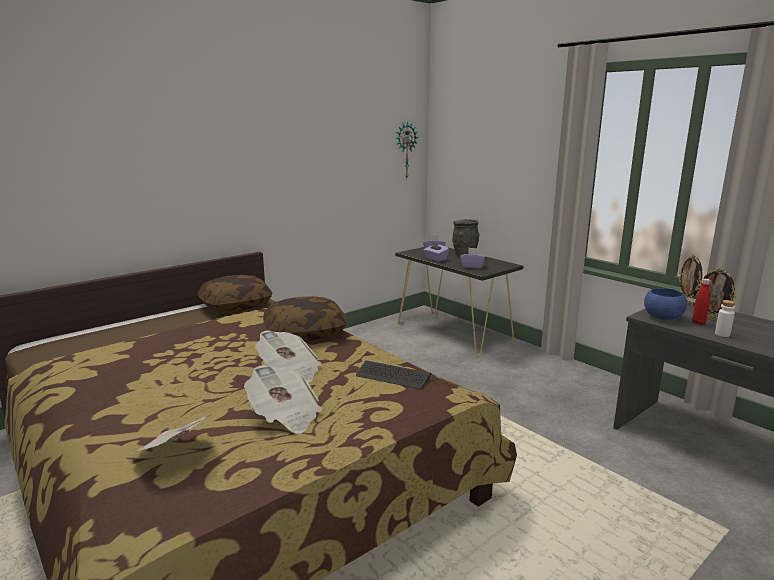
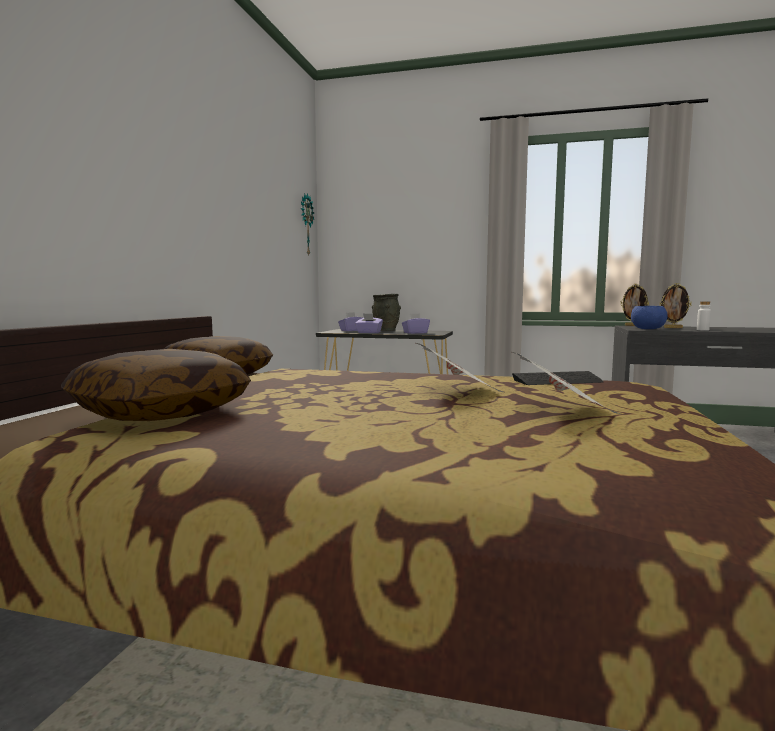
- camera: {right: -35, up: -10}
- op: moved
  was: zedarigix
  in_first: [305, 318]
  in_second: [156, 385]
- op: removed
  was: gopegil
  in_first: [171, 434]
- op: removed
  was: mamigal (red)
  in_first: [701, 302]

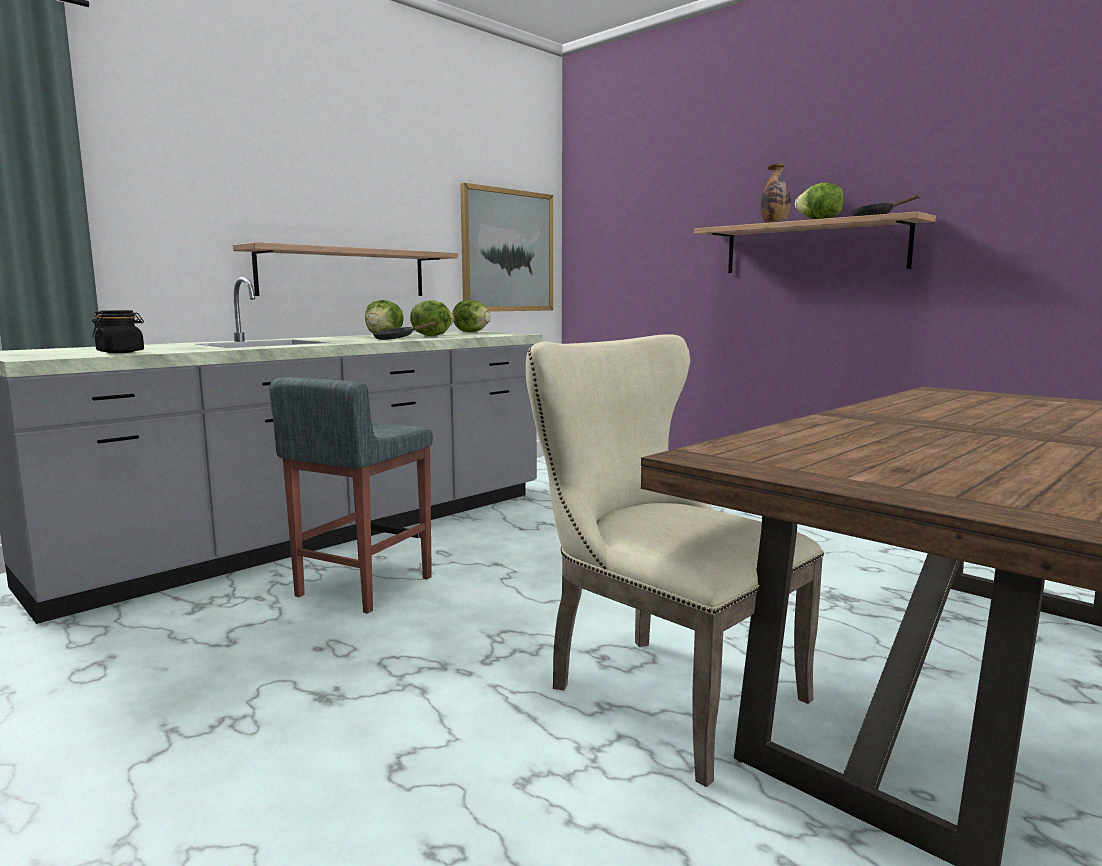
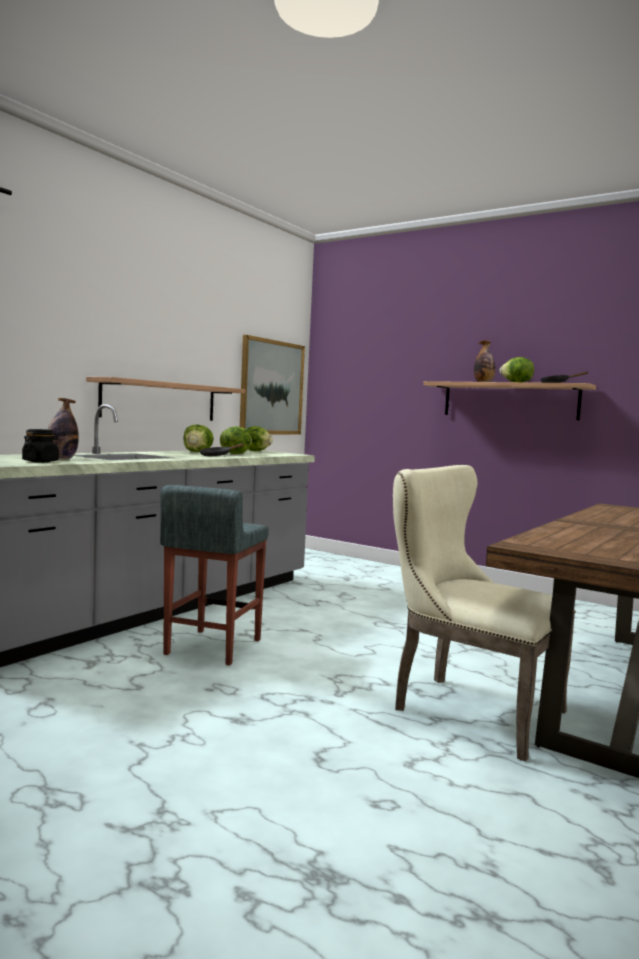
- camera: {right: -10, up: -5}
- op: added
  now: mamigal
  in_second: [63, 428]

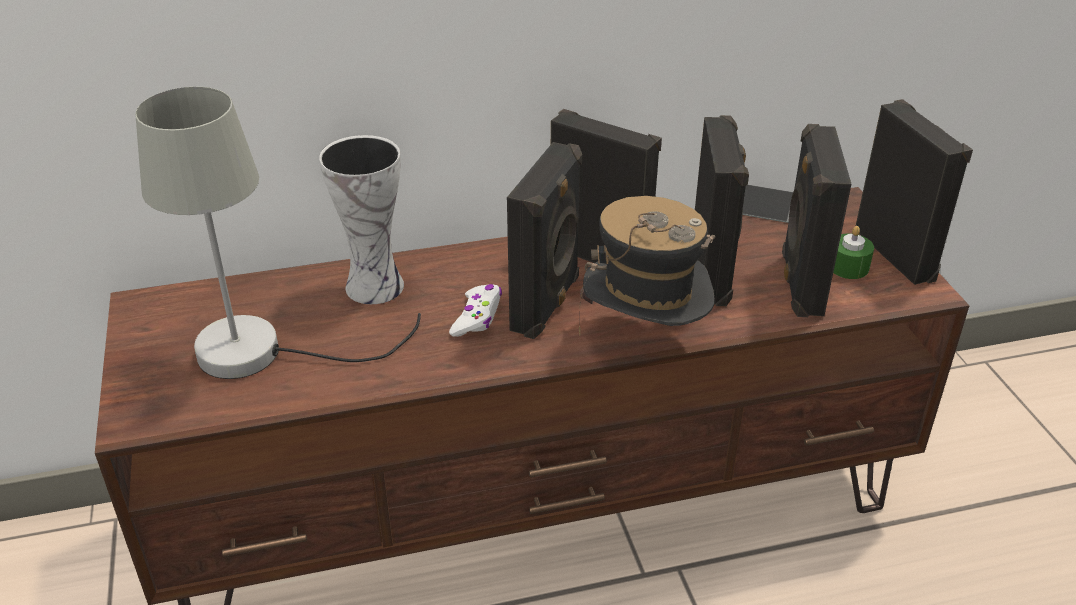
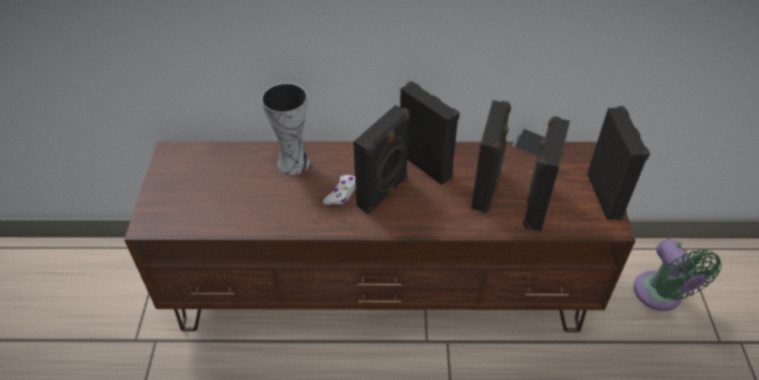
- camera: {right: 15, up: 10}
- op: added
  now: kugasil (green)
  in_second: [677, 275]
- op: removed
  was: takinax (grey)
  in_first: [278, 233]
- op: removed
  was: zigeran
  in_first: [647, 266]
- op: removed
  was: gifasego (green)
  in_first: [853, 252]

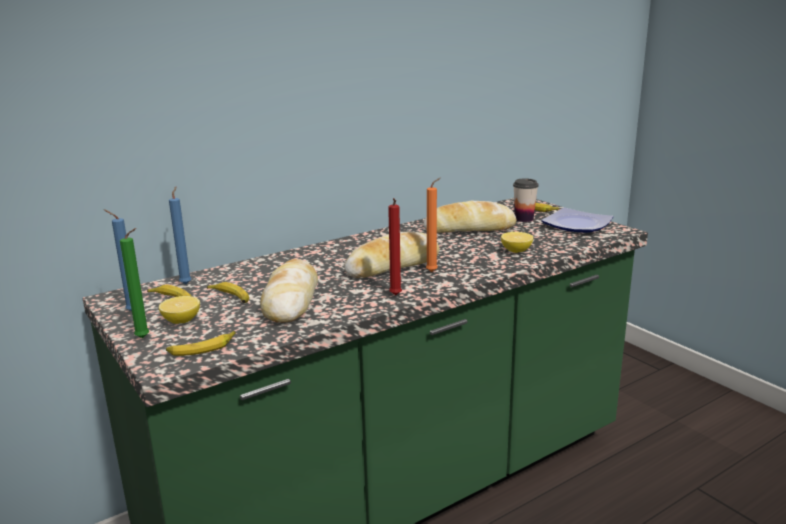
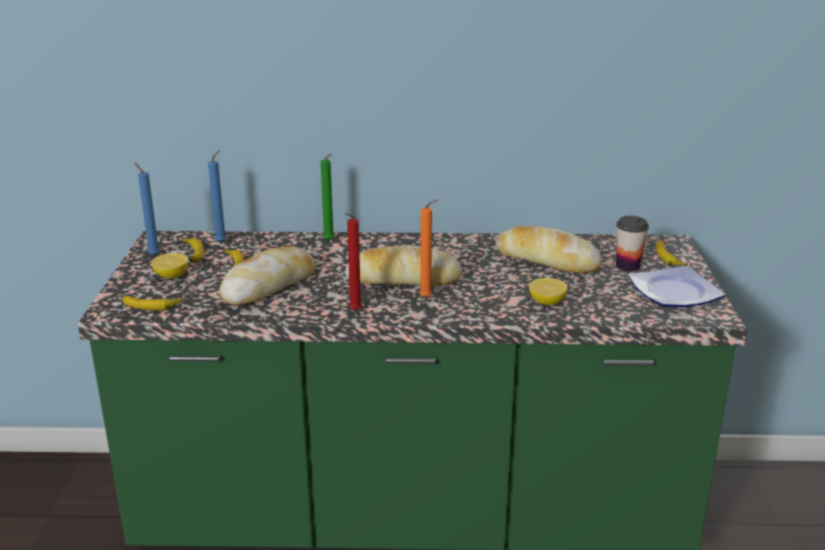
- camera: {right: 35, up: 5}
- op: moved
  was: gifasego (green)
  in_first: [135, 283]
  in_second: [328, 197]

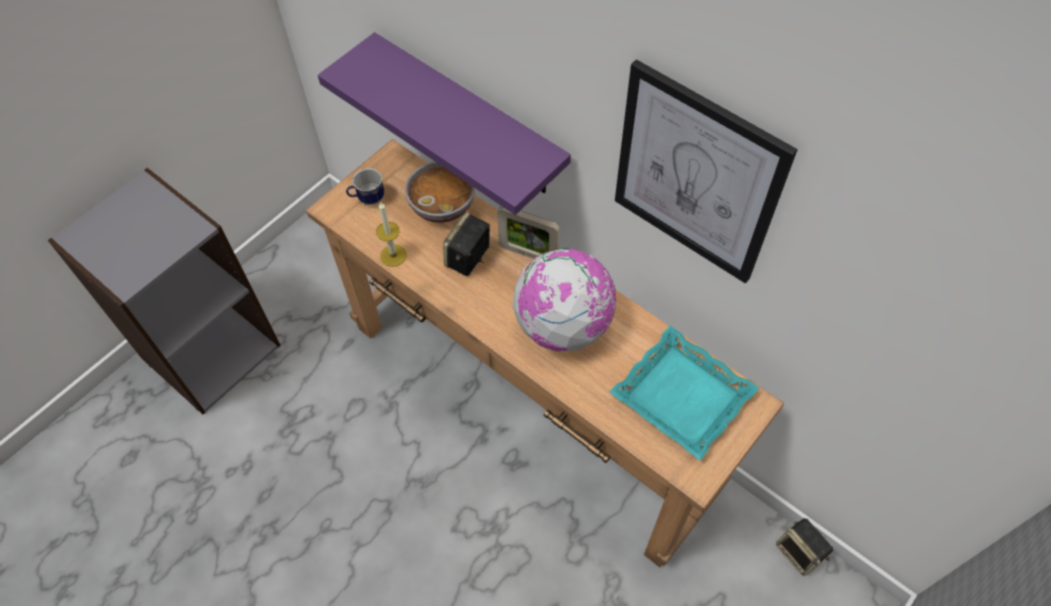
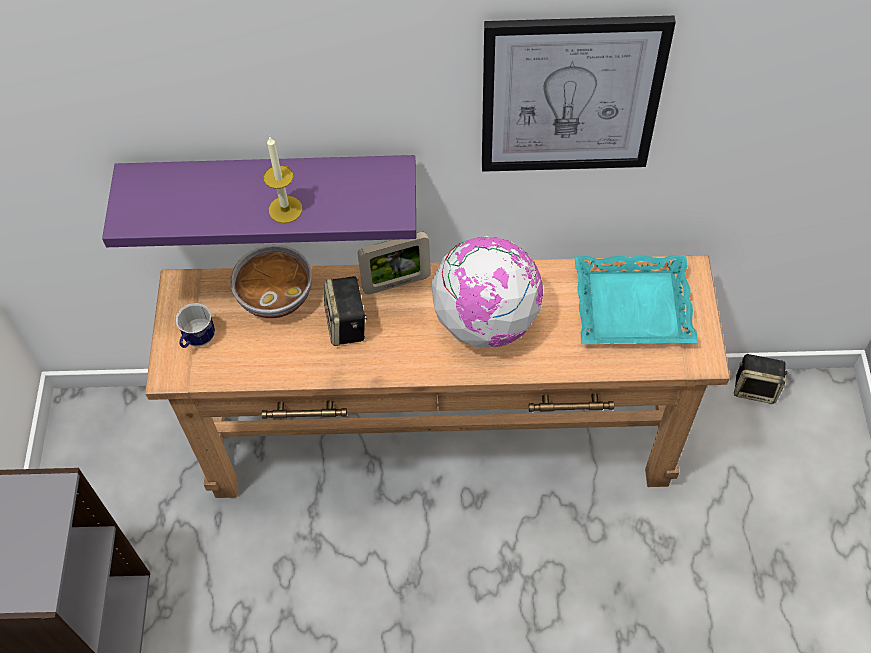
- camera: {right: -40, up: 0}
- op: moved
  was: gifasego
  in_first: [391, 234]
  in_second: [282, 179]

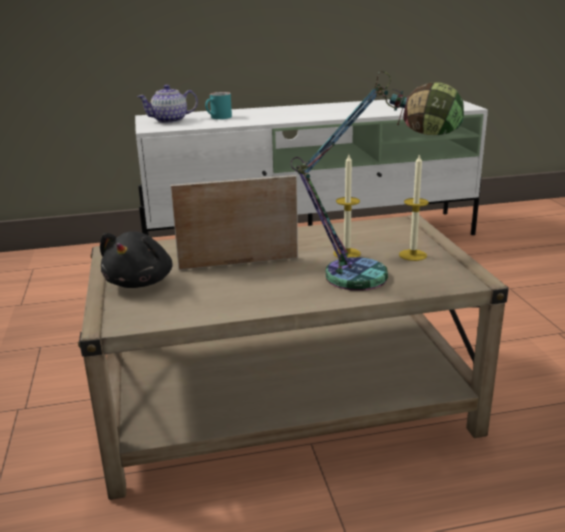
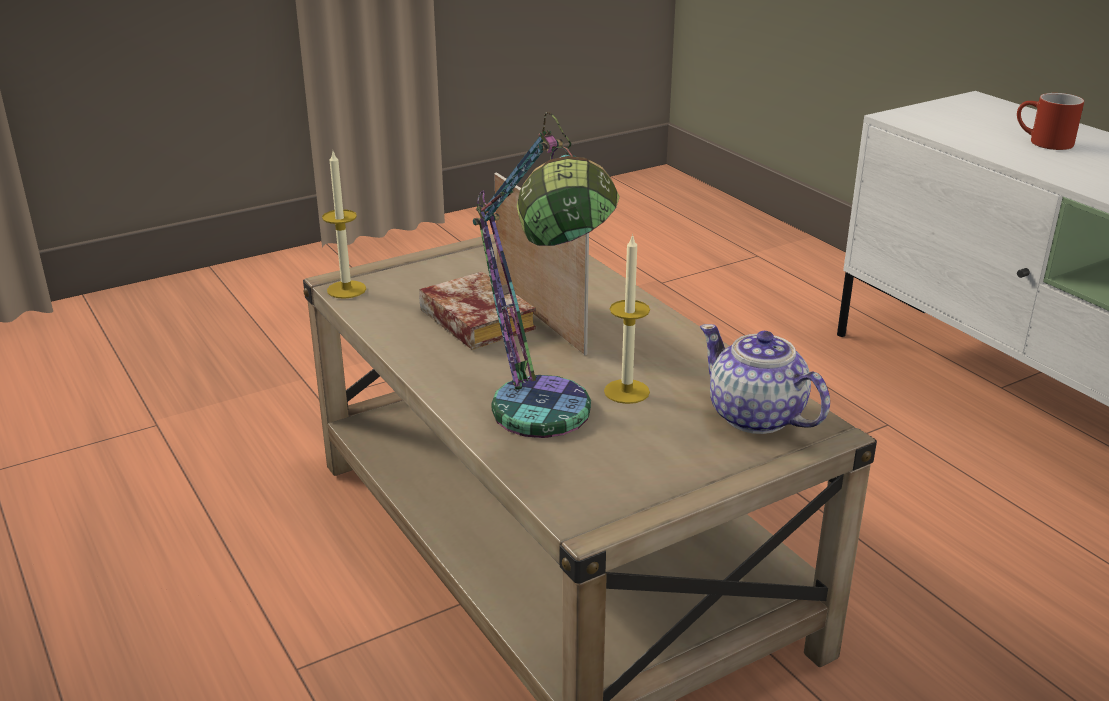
- camera: {right: 70, up: 5}
- op: moved
  was: gifasego
  in_first: [414, 207]
  in_second: [344, 225]
- op: added
  now: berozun
  in_second: [477, 311]
- op: moved
  was: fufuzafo
  in_first: [167, 104]
  in_second: [765, 379]
- op: recoloured
  was: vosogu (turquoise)
  now: vosogu (red)
  in_first: [218, 105]
  in_second: [1050, 121]
- op: removed
  was: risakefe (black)
  in_first: [136, 259]

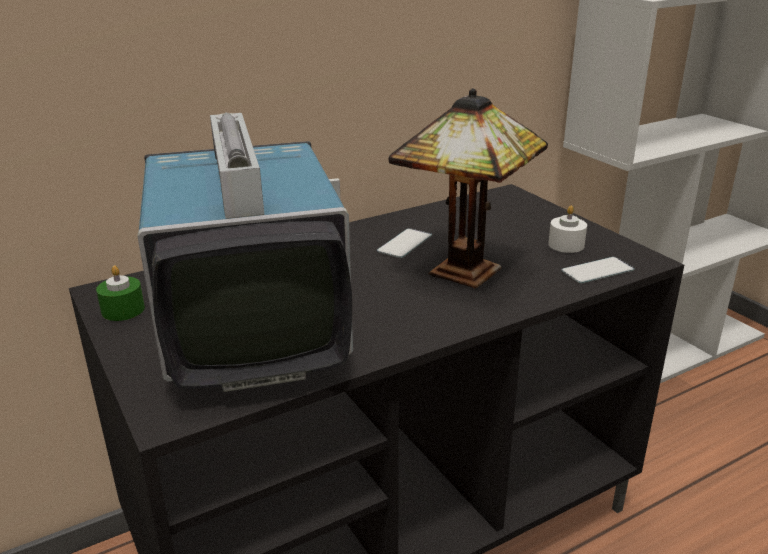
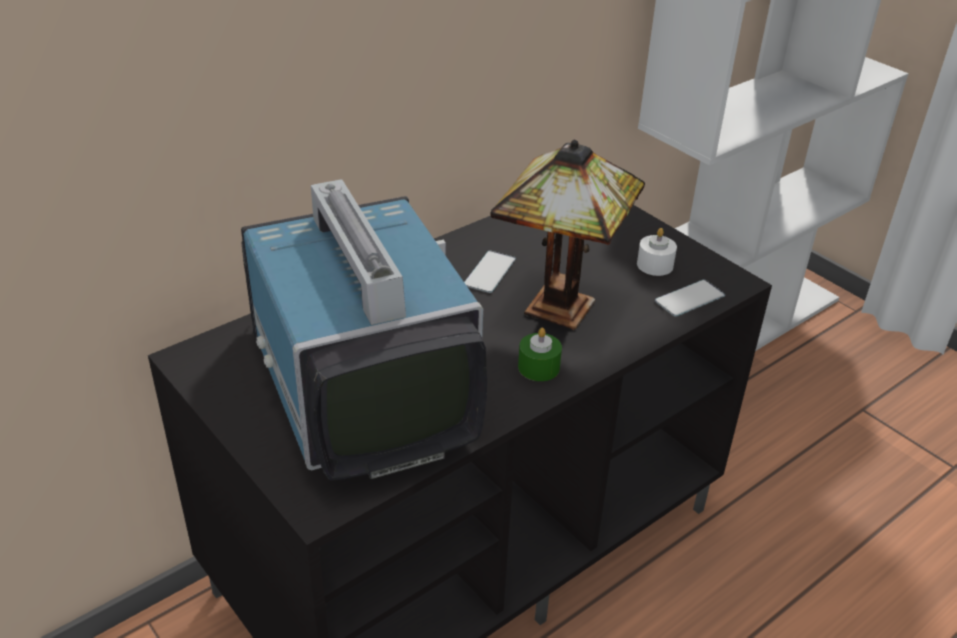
- camera: {right: -10, up: 10}
- op: moved
  was: gifasego (green)
  in_first: [120, 293]
  in_second: [540, 354]

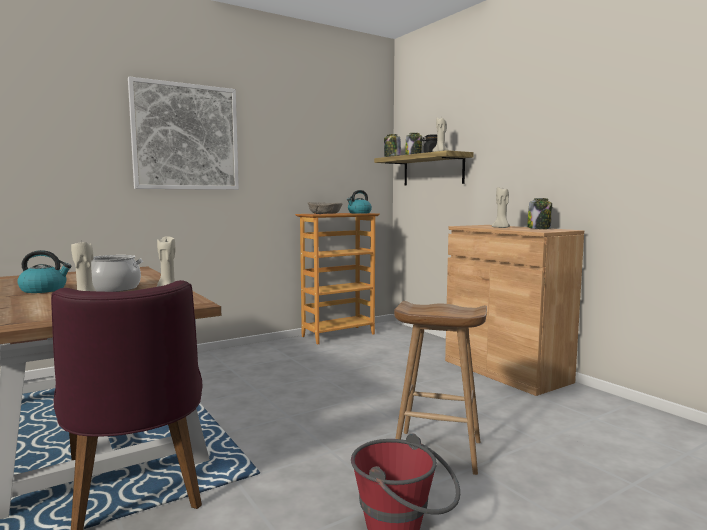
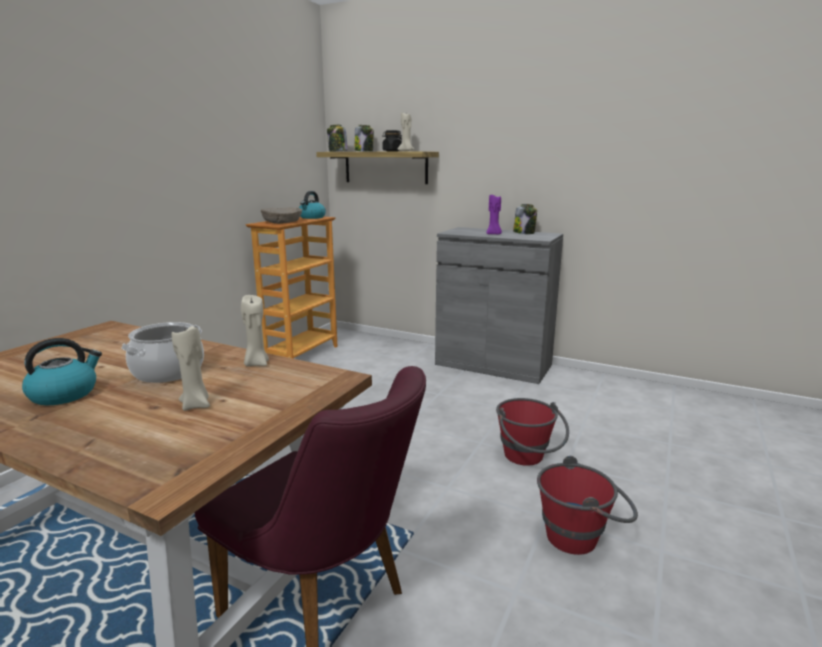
- camera: {right: -30, up: 10}
- op: recoloured
  was: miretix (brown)
  now: miretix (grey)
  in_first: [514, 310]
  in_second: [499, 305]
- op: recoloured
  was: gifasego (beige)
  now: gifasego (purple)
  in_first: [501, 207]
  in_second: [494, 213]
- op: replaced
  was: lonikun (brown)
  now: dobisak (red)
  in_first: [440, 388]
  in_second: [532, 432]
- op: removed
  was: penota
  in_first: [183, 133]

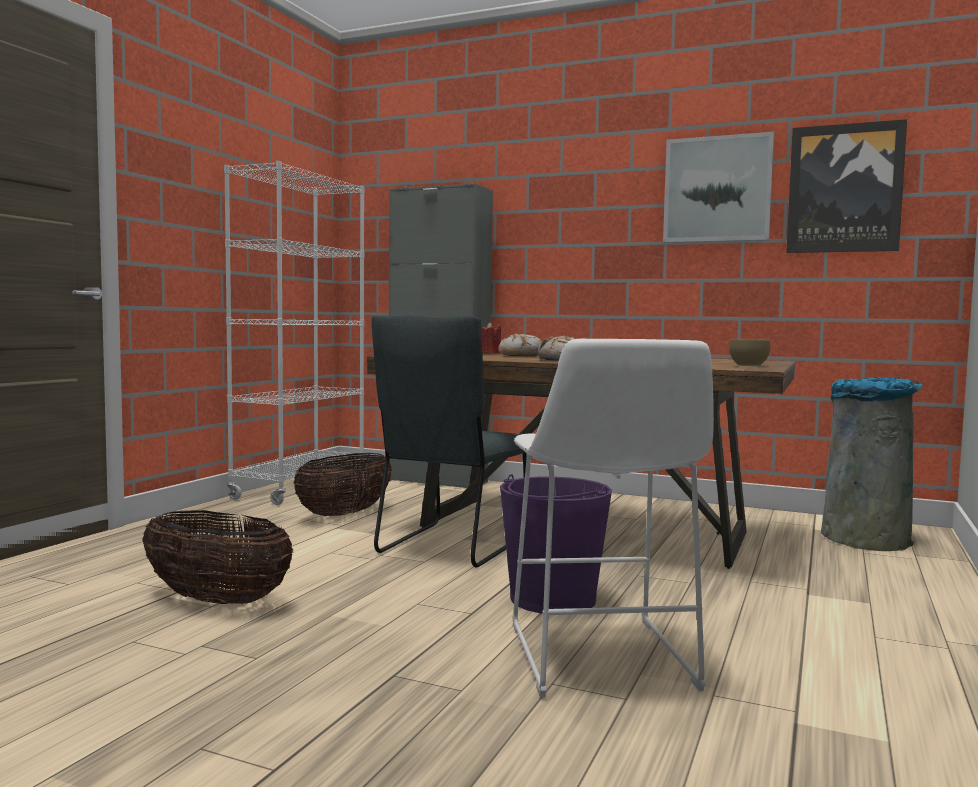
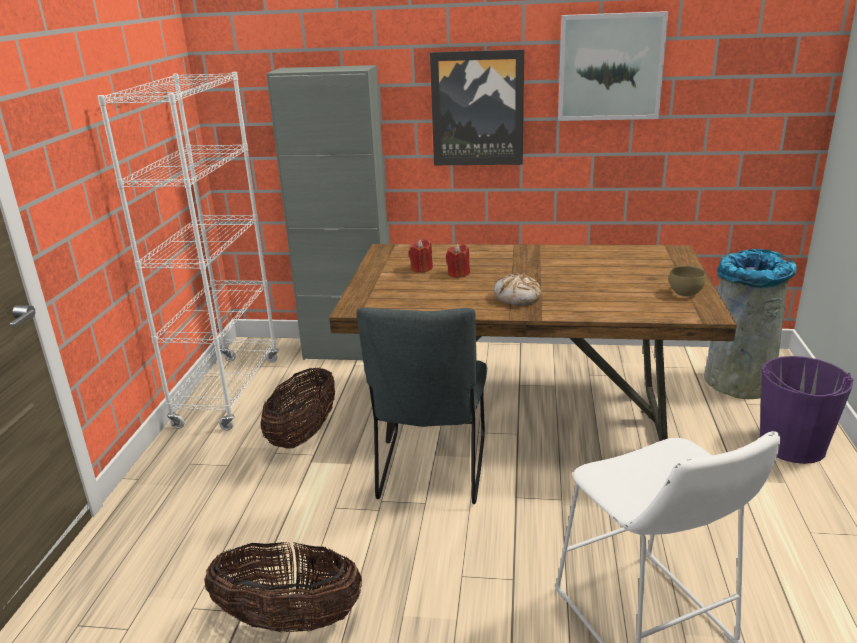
- camera: {right: -15, up: 20}
- op: moved
  was: penota
  in_first: [846, 186]
  in_second: [477, 107]
- op: replaced
  was: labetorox
  now: gifasego (red)
  in_first: [520, 345]
  in_second: [458, 261]
- op: moved
  was: dobisak (purple)
  in_first: [556, 544]
  in_second: [807, 410]

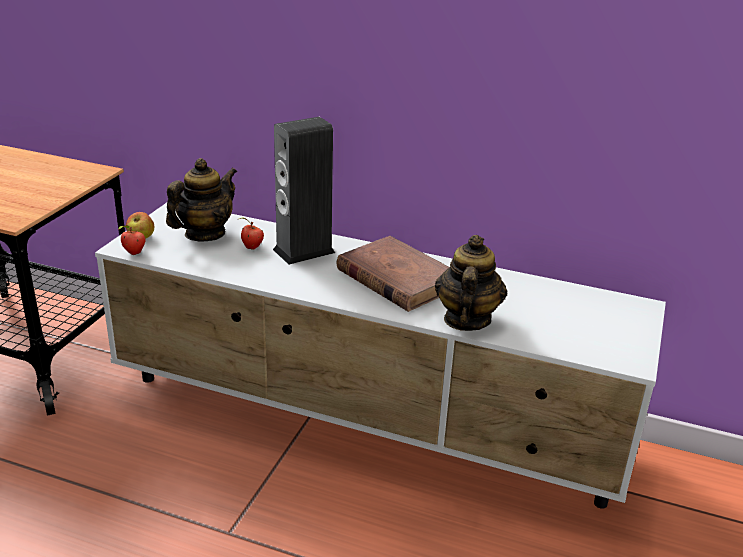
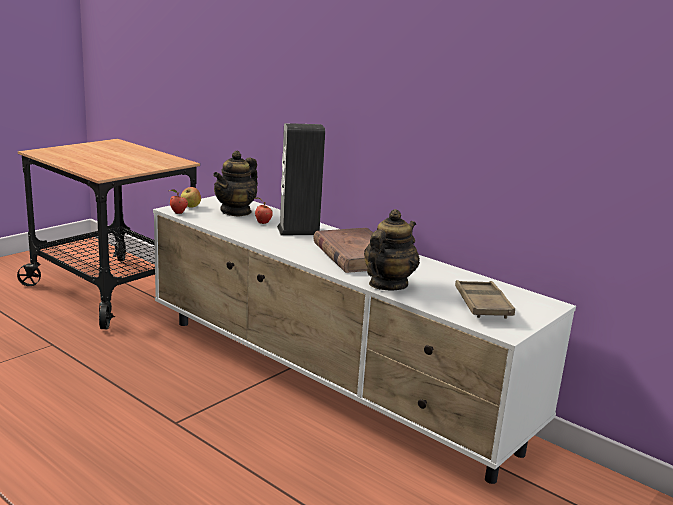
- camera: {right: 20, up: -10}
- op: turned
  was: fufuzafo
  in_first: [201, 200]
  in_second: [235, 184]
  clockwise: 150
- op: added
  now: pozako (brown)
  in_second: [485, 299]

